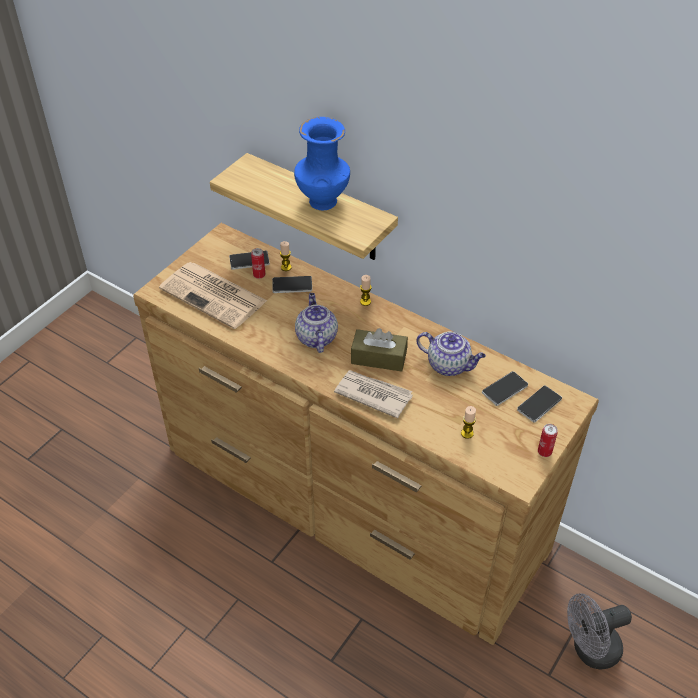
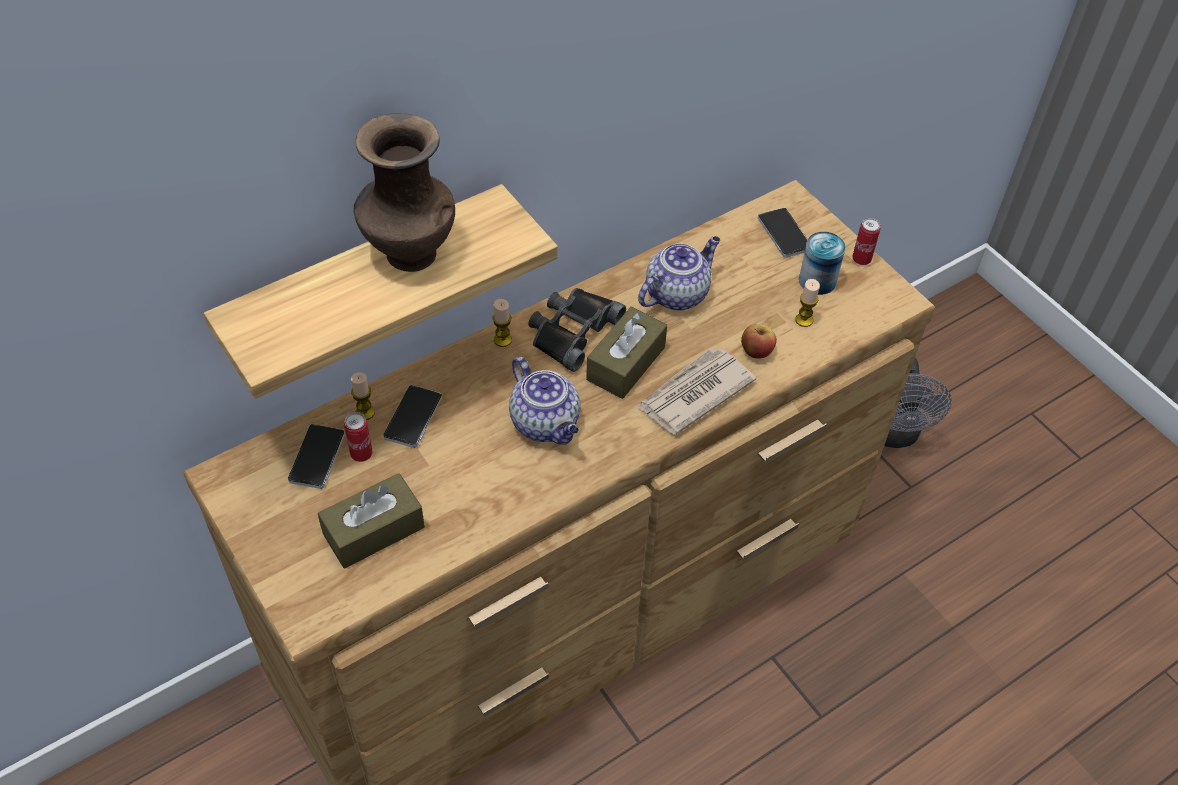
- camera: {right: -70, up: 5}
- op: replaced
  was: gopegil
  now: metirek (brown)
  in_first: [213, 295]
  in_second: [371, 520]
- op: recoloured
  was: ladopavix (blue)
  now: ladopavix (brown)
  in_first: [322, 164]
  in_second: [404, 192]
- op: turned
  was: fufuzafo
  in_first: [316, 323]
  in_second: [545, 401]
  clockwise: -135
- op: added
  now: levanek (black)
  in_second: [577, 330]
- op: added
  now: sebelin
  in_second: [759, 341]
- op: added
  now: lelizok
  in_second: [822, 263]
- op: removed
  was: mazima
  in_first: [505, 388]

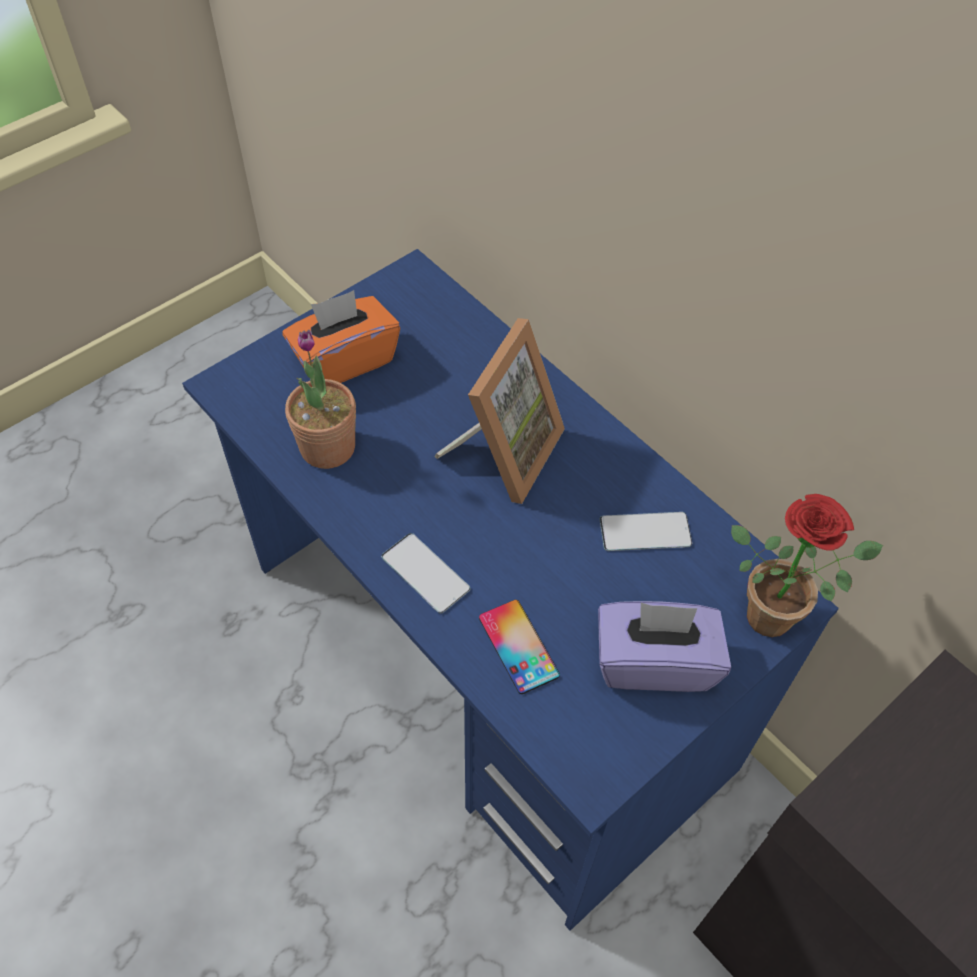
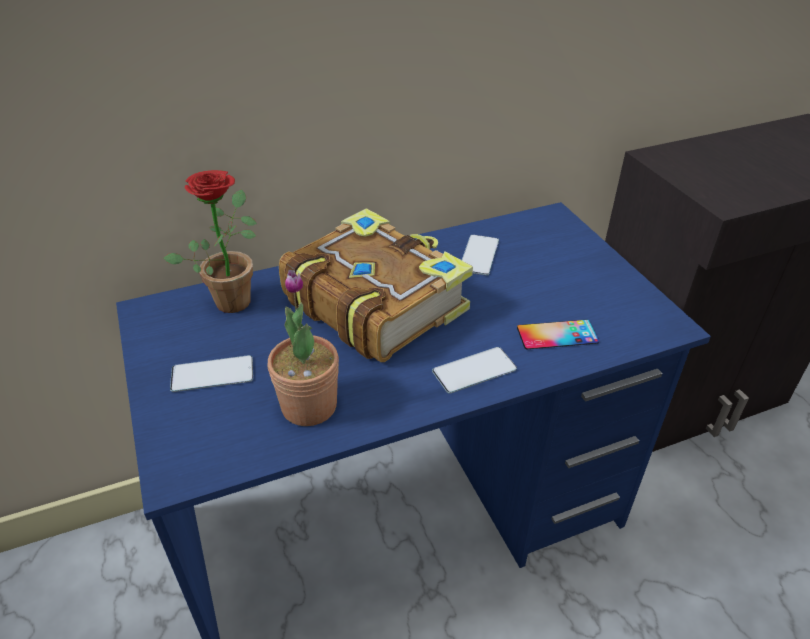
- camera: {right: -70, up: -15}
- op: moved
  was: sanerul
  in_first: [807, 565]
  in_second: [210, 241]
- op: replaced
  was: metirek (orange)
  now: mazima
  in_first: [341, 336]
  in_second: [211, 373]
- op: replaced
  was: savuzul
  now: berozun
  in_first: [499, 411]
  in_second: [376, 285]
- op: removed
  was: metirek (purple)
  in_first: [664, 646]

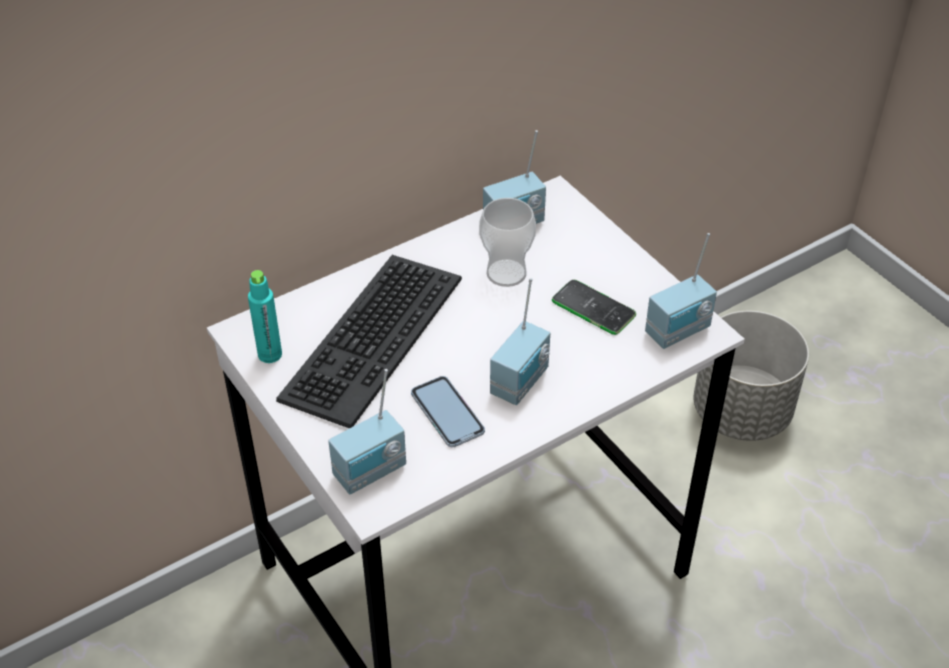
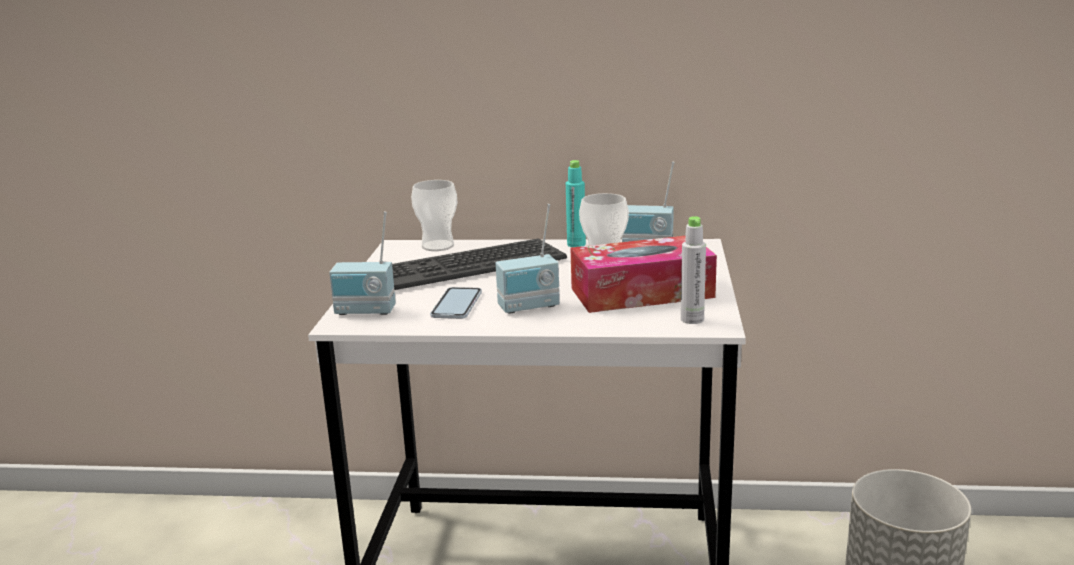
- camera: {right: 40, up: -25}
- op: added
  now: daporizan
  in_second: [434, 215]
- op: moved
  was: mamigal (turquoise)
  in_first: [265, 316]
  in_second: [576, 203]
- op: replaced
  was: mazima
  now: metirek
  in_first: [594, 307]
  in_second: [643, 274]
- op: replaced
  was: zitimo
  now: mamigal (grey)
  in_first: [681, 291]
  in_second: [693, 270]

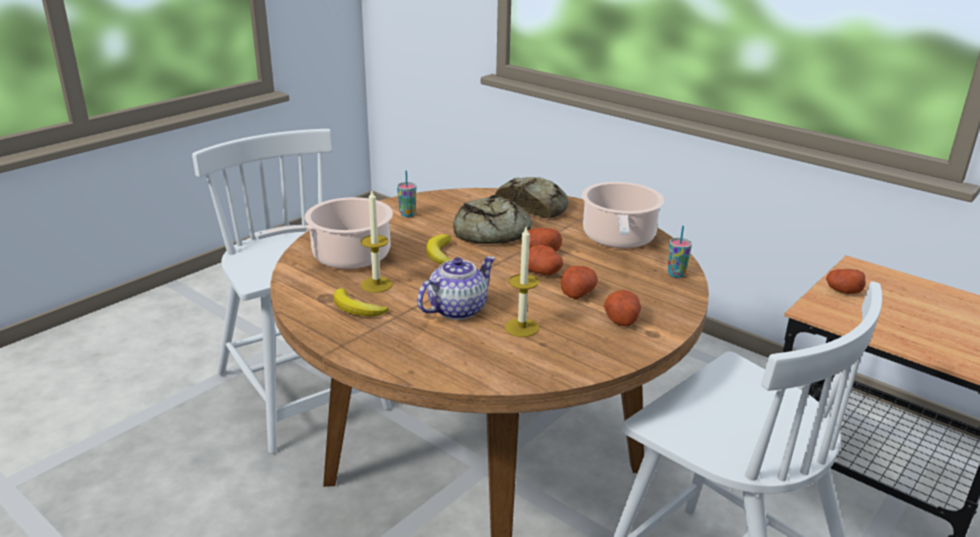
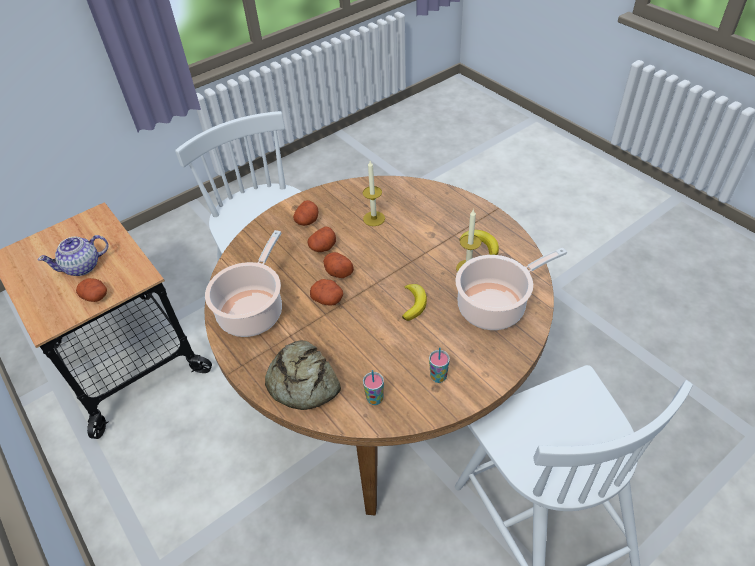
- camera: {right: -165, up: 20}
- op: moved
  was: fufuzafo
  in_first: [456, 288]
  in_second: [73, 255]
- op: moved
  was: daporizan
  in_first: [680, 252]
  in_second: [373, 387]
- op: removed
  was: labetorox
  in_first: [492, 219]

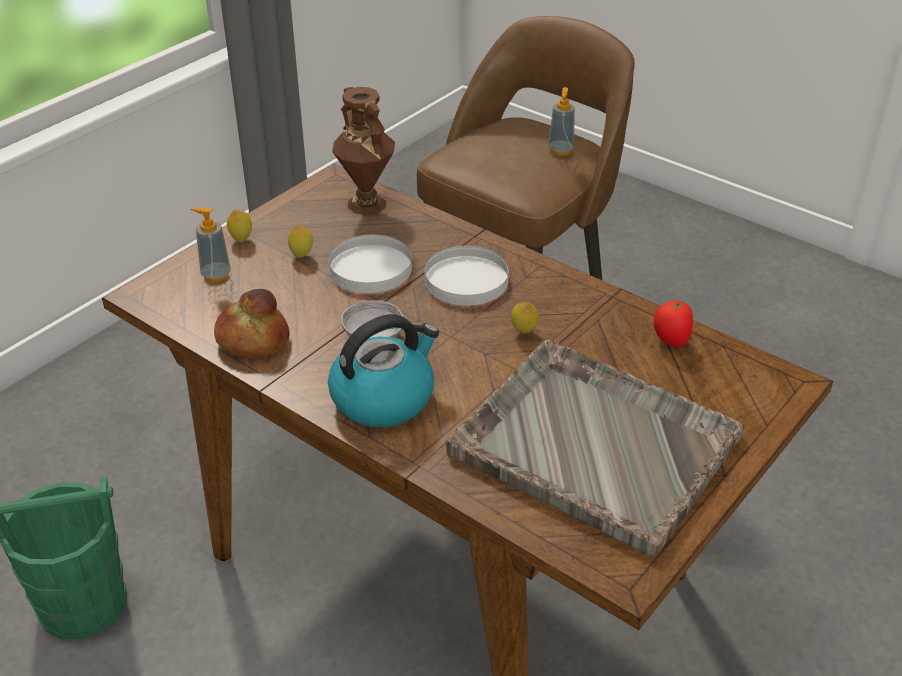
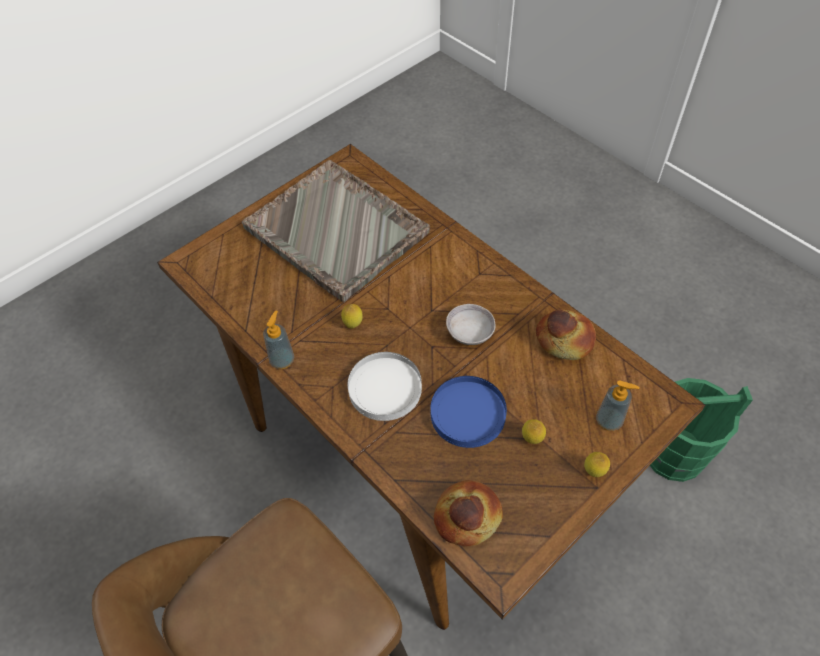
- camera: {right: -170, up: 15}
- op: moved
  was: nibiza
  in_first: [561, 121]
  in_second: [278, 340]
- op: recoloured
  was: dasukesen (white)
  now: dasukesen (blue)
  in_first: [370, 264]
  in_second: [469, 412]
- op: replaced
  was: ladopavix (brown)
  now: labetorox
  in_first: [363, 151]
  in_second: [468, 513]
- op: removed
  was: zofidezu
  in_first: [383, 370]
- op: removed
  was: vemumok
  in_first: [673, 323]

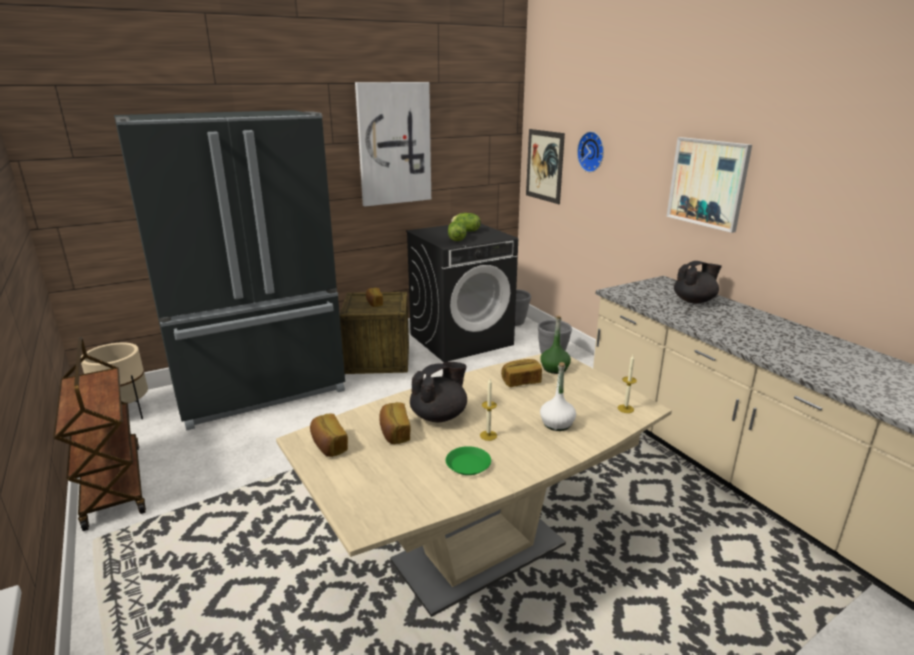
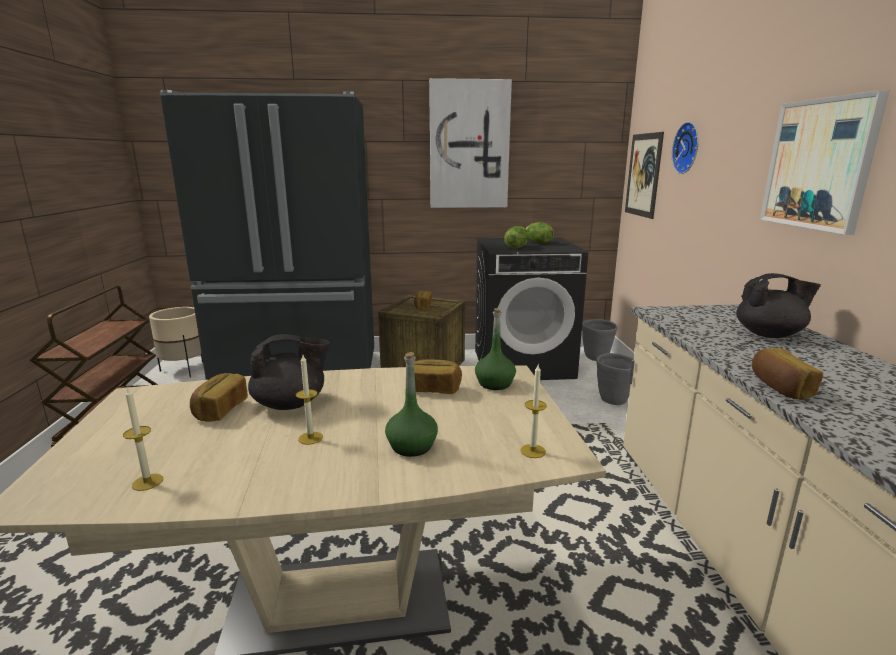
- camera: {right: 25, up: -5}
- op: added
  now: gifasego
  in_second: [143, 439]
- op: recoloured
  was: mamigal (white)
  now: mamigal (green)
  in_first: [558, 396]
  in_second: [411, 404]
- op: moved
  was: labetorox
  in_first: [329, 435]
  in_second: [787, 373]
- op: removed
  was: dasukesen (green)
  in_first: [468, 460]

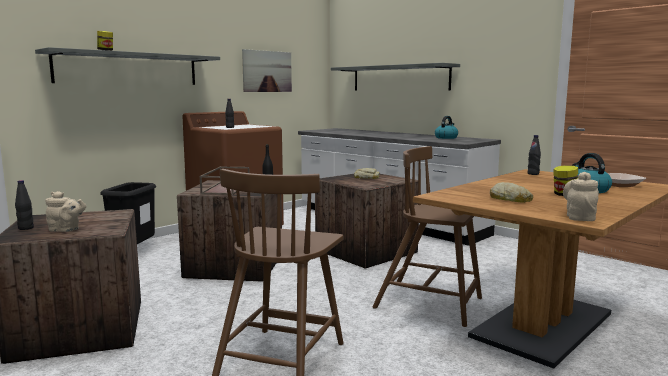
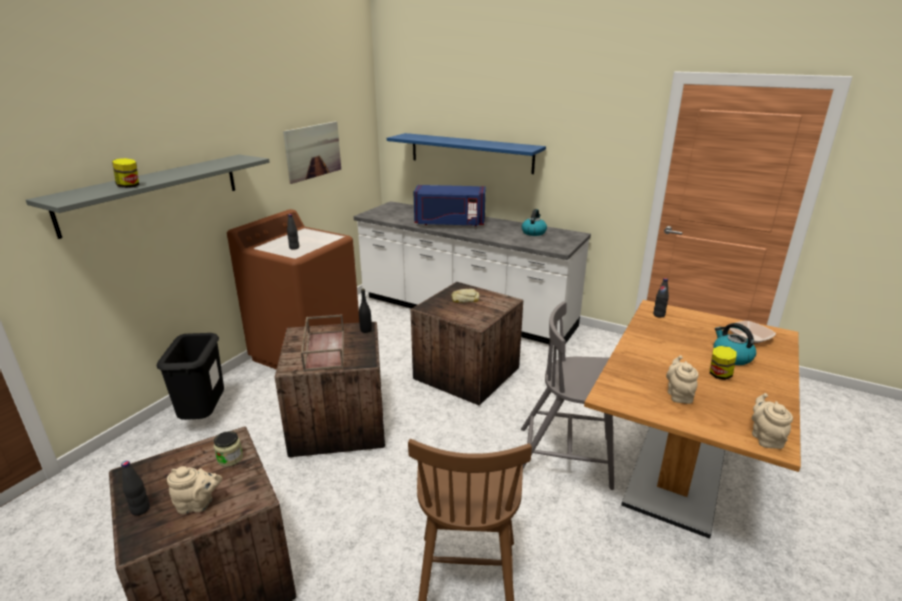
- camera: {right: -15, up: 15}
- op: added
  now: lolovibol
  in_second: [228, 449]
- op: recoloured
  was: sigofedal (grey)
  now: sigofedal (blue)
  in_first: [395, 76]
  in_second: [466, 153]
- op: added
  now: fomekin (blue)
  in_second: [450, 206]
- op: recoloured
  was: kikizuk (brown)
  now: kikizuk (grey)
  in_first: [427, 236]
  in_second: [567, 395]
- op: replaced
  was: labetorox
  now: fufuzafo (beige)
  in_first: [511, 192]
  in_second: [682, 379]

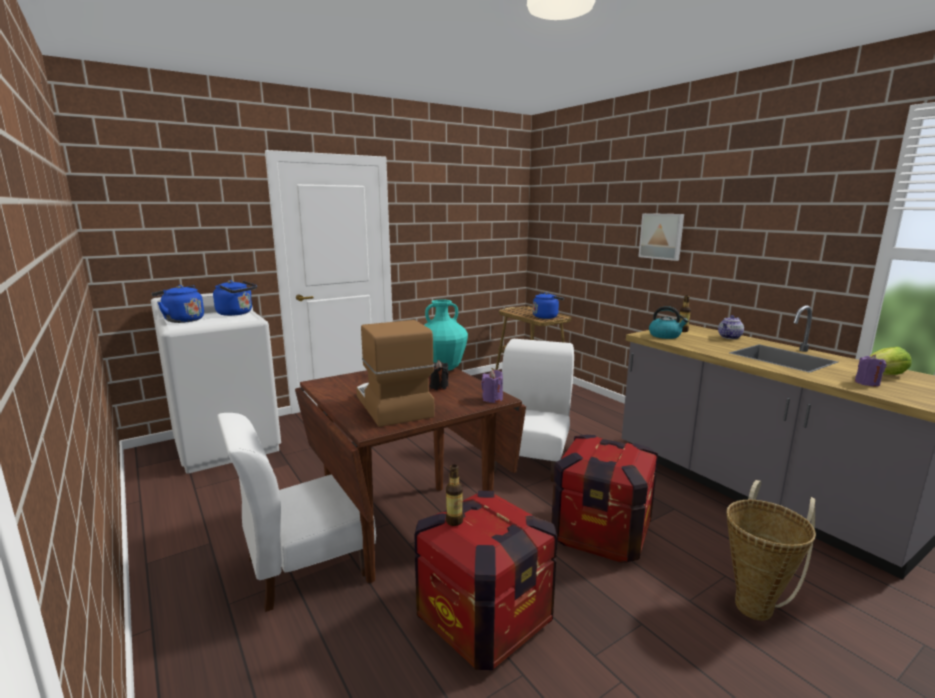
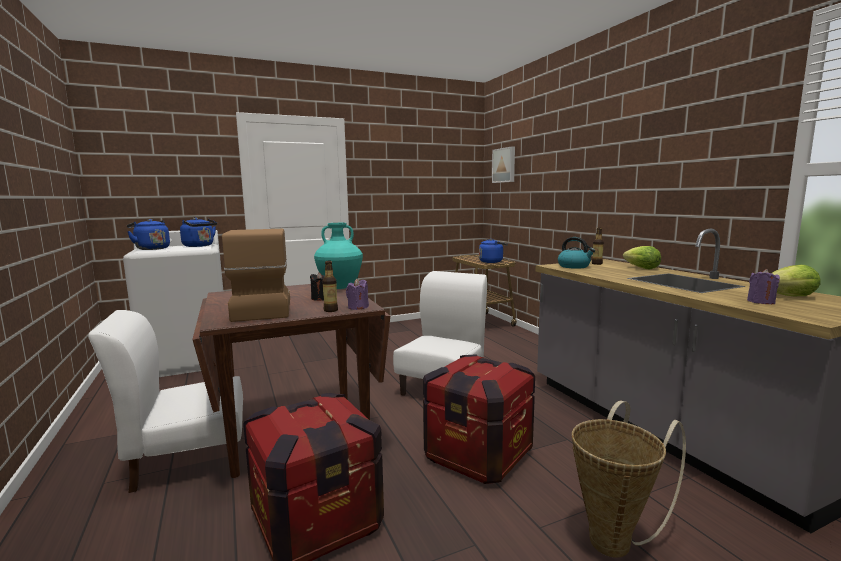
- camera: {right: 10, up: -5}
- op: moved
  was: mamigal
  in_first: [454, 495]
  in_second: [330, 286]
- op: moved
  was: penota
  in_first: [661, 237]
  in_second: [503, 164]
- op: replaced
  was: fufuzafo
  now: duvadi
  in_first: [731, 327]
  in_second: [642, 257]

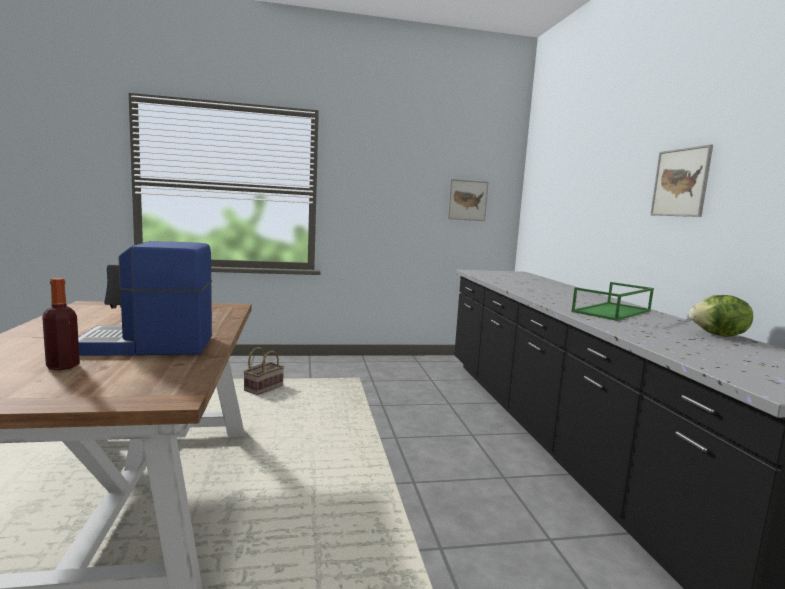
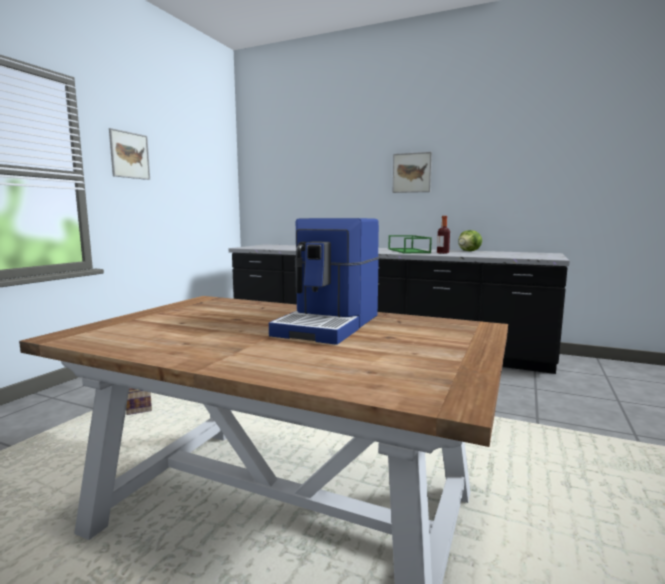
- camera: {right: -55, up: 0}
- op: moved
  was: penota
  in_first: [468, 200]
  in_second: [129, 154]
- op: moved
  was: mamigal
  in_first: [61, 324]
  in_second: [443, 235]

